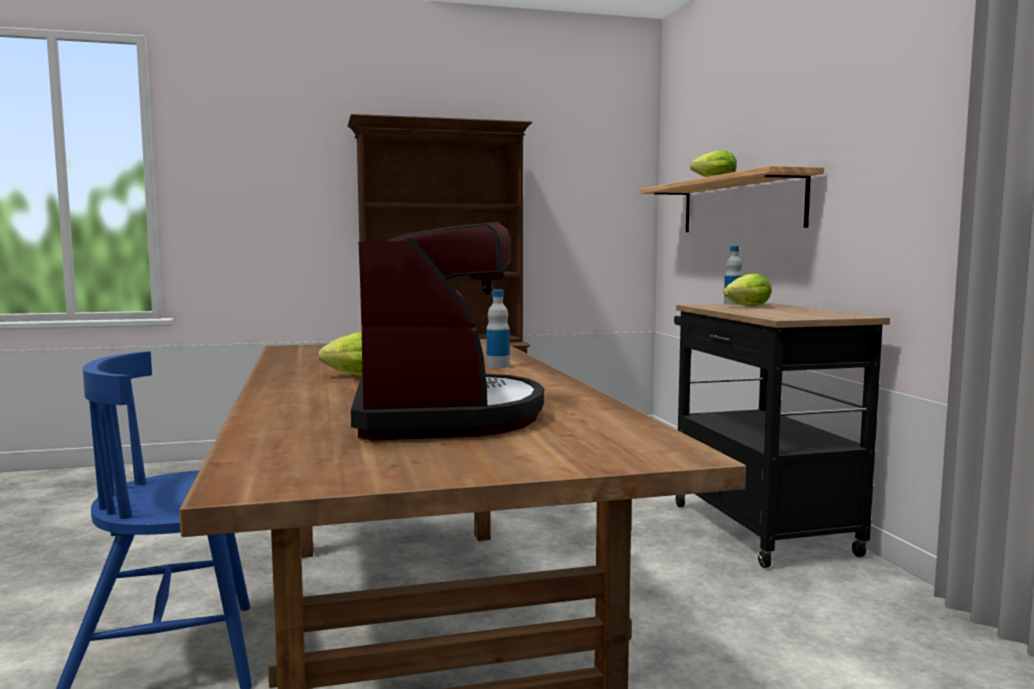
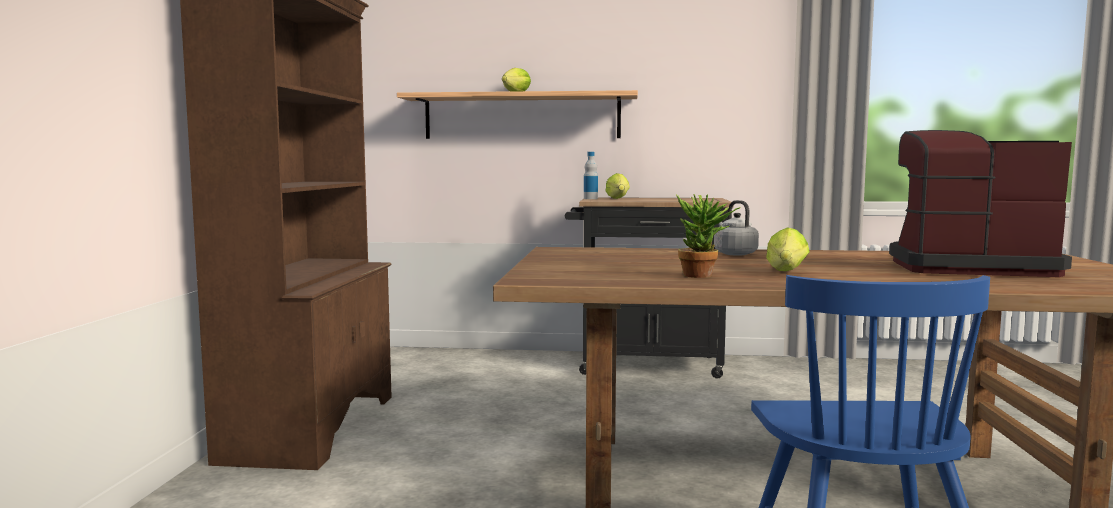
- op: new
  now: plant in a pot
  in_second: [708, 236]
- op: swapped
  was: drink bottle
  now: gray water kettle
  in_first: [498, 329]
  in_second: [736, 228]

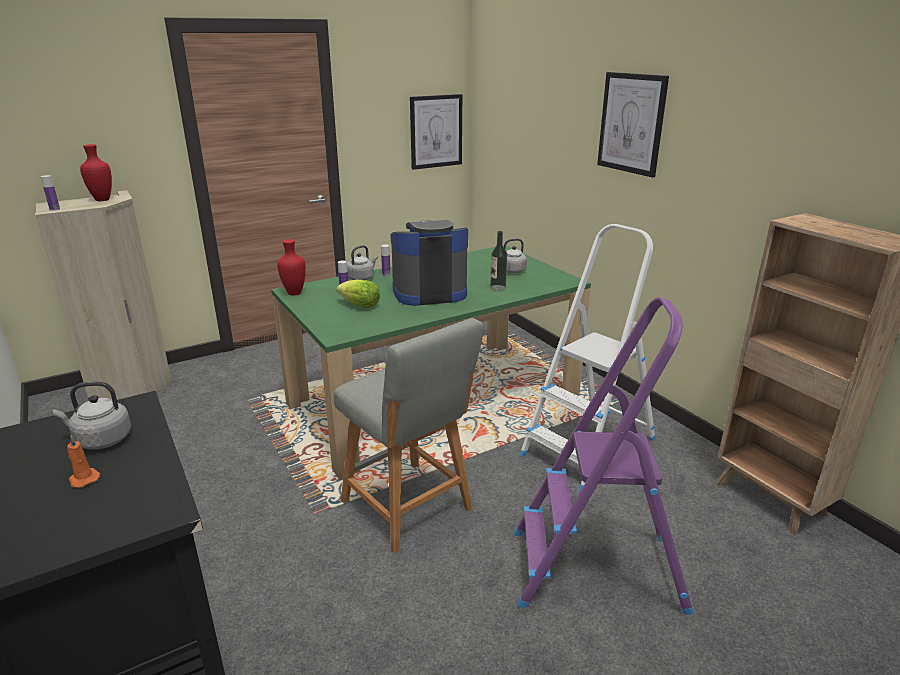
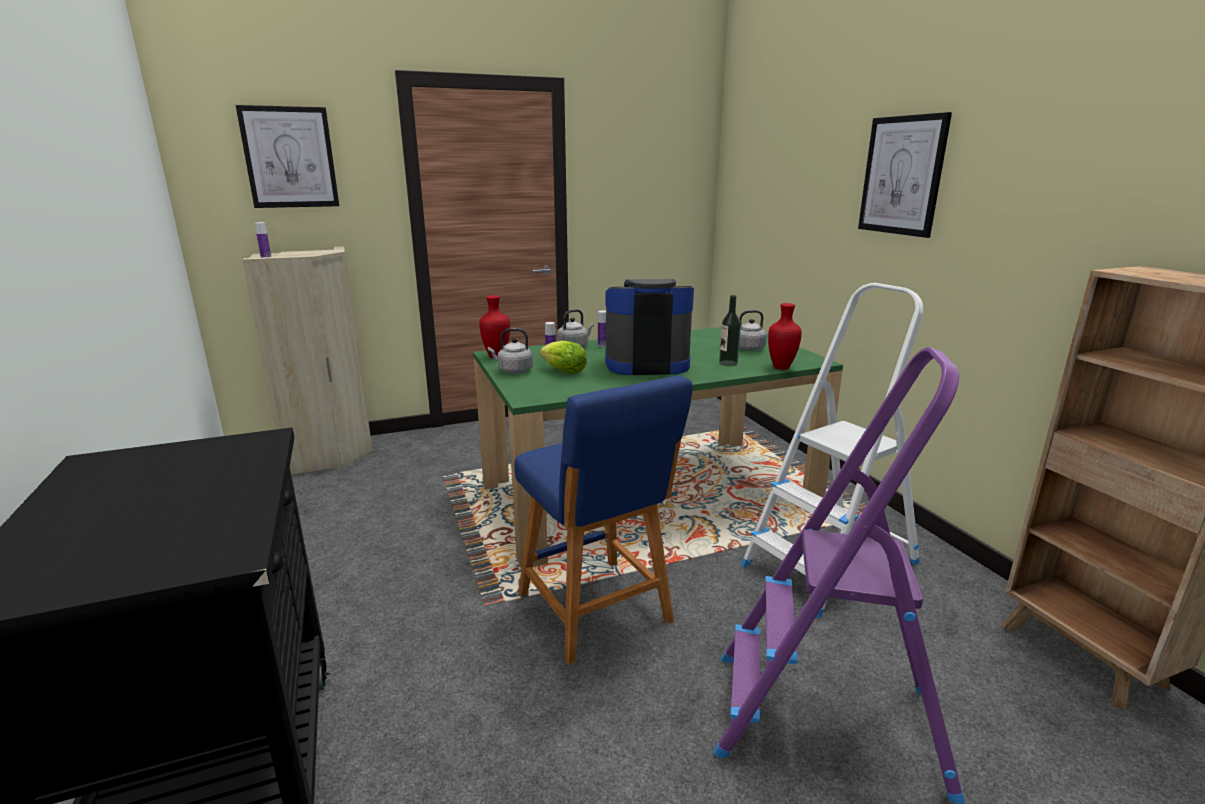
- op: gone
  was: orange wax light
  in_first: [84, 461]
- op: shifted
  was: gray water kettle
  in_first: [92, 415]
  in_second: [510, 351]
- op: shifted
  was: reddish decorative vase
  in_first: [96, 172]
  in_second: [785, 336]
- op: shifted
  was: wall art
  in_first: [436, 132]
  in_second: [287, 156]
- op: repainted
  was: gray stool seat
  now: bluish stool seat
  in_first: [408, 436]
  in_second: [603, 520]

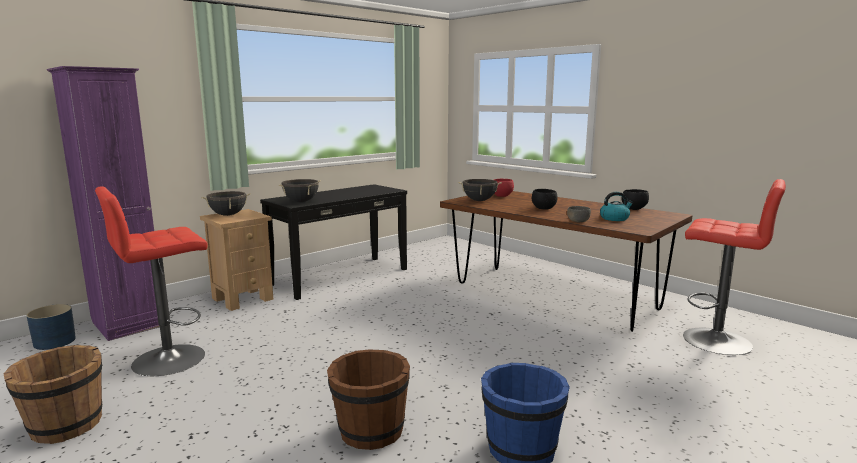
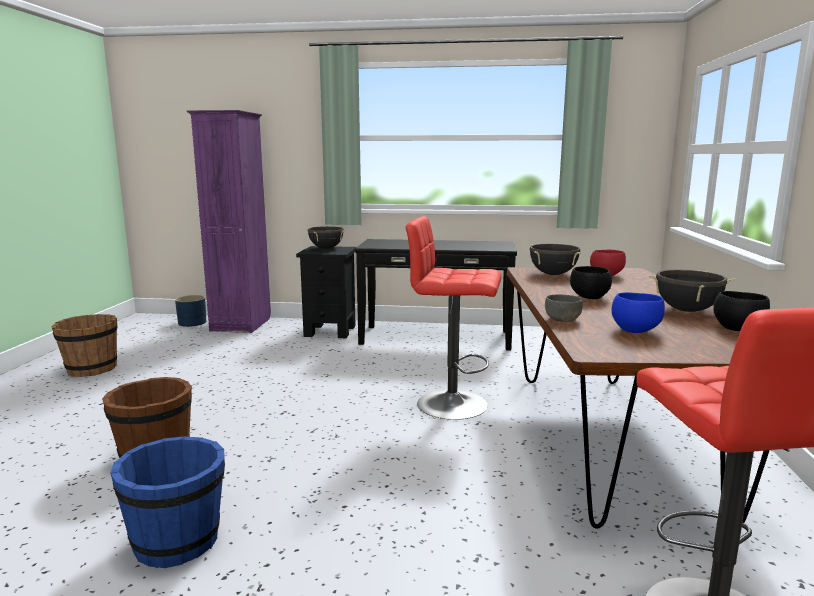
- op: shifted
  was: reddish stool seat
  in_first: [151, 281]
  in_second: [454, 318]
- op: shifted
  was: blackish cooking pot
  in_first: [300, 190]
  in_second: [692, 290]
- op: swapped
  was: water kettle
  now: bluish deep dish
  in_first: [616, 206]
  in_second: [638, 312]
- op: repainted
  was: beige-coloured bedside table
  now: blackish bedside table
  in_first: [237, 260]
  in_second: [326, 292]

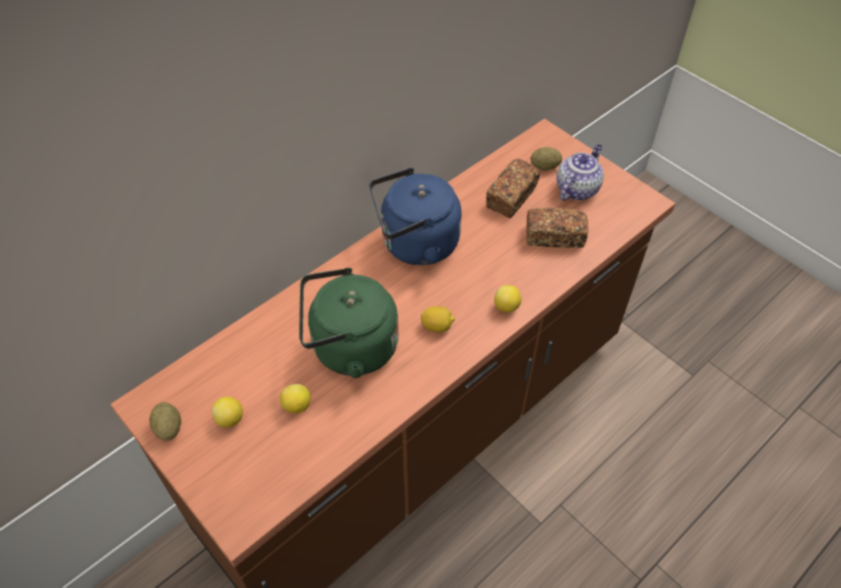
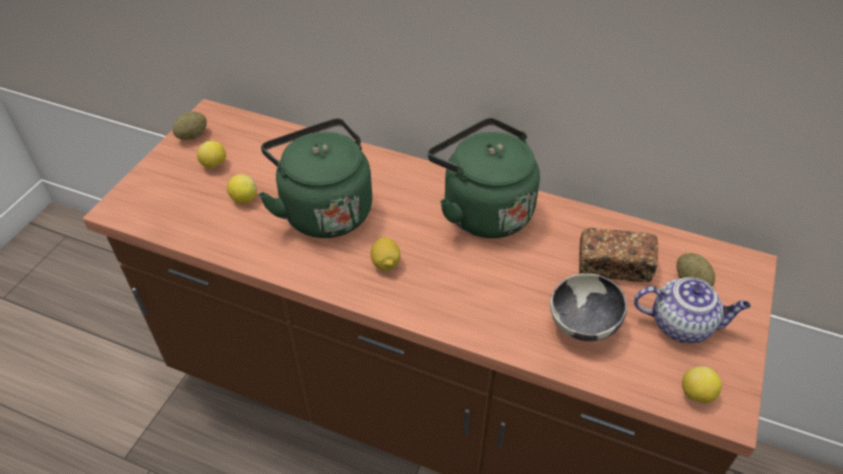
- op: shifted
  was: citrus fruit
  in_first: [507, 299]
  in_second: [702, 385]
- op: swapped
  was: bread
  now: deep dish
  in_first: [557, 227]
  in_second: [588, 307]
- op: repainted
  was: bluish water kettle
  now: green water kettle
  in_first: [415, 216]
  in_second: [484, 178]

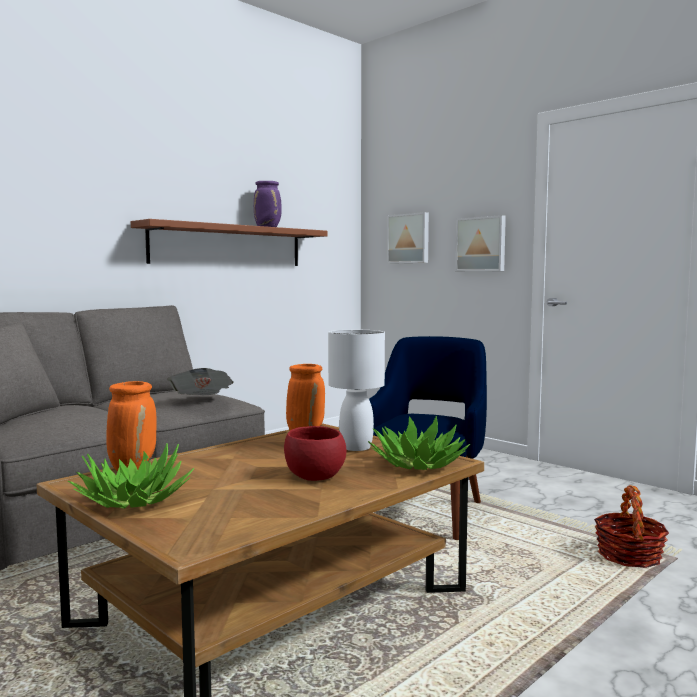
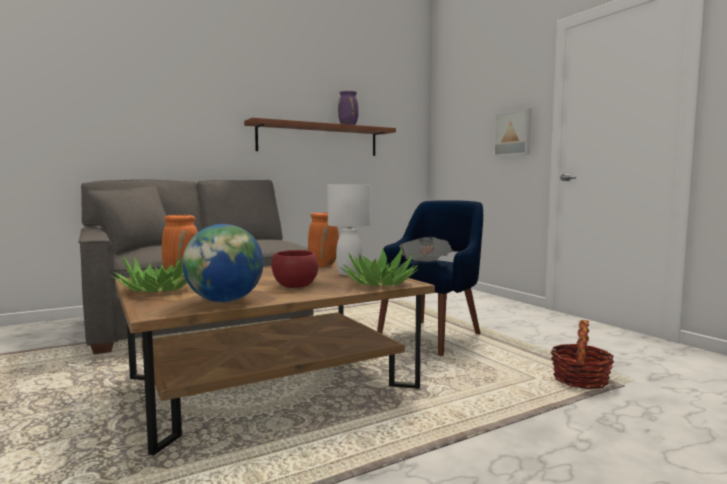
- op: gone
  was: wall art
  in_first: [408, 238]
- op: new
  now: globe
  in_second: [223, 263]
- op: shifted
  was: daily paper
  in_first: [200, 381]
  in_second: [426, 249]

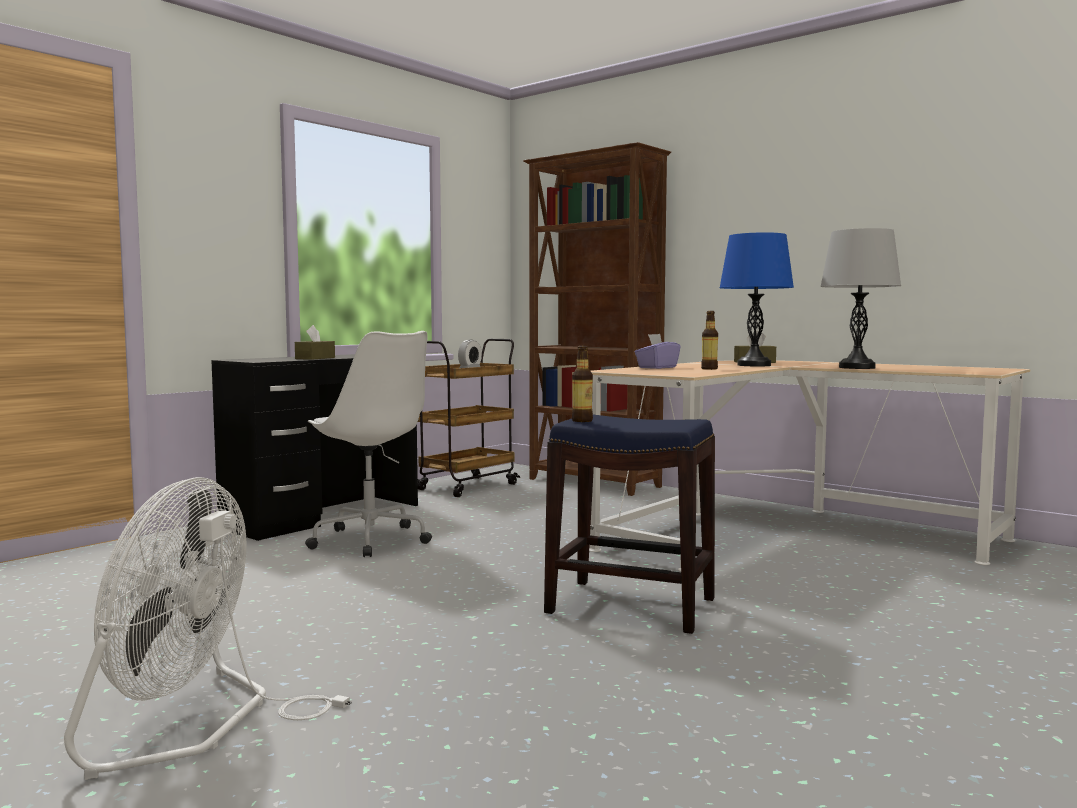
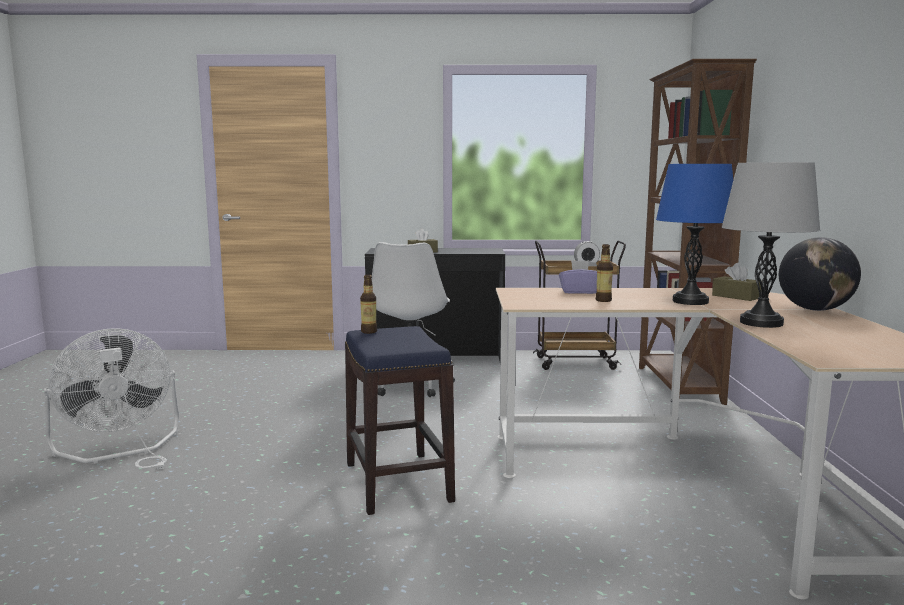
- op: new
  now: globe
  in_second: [820, 274]

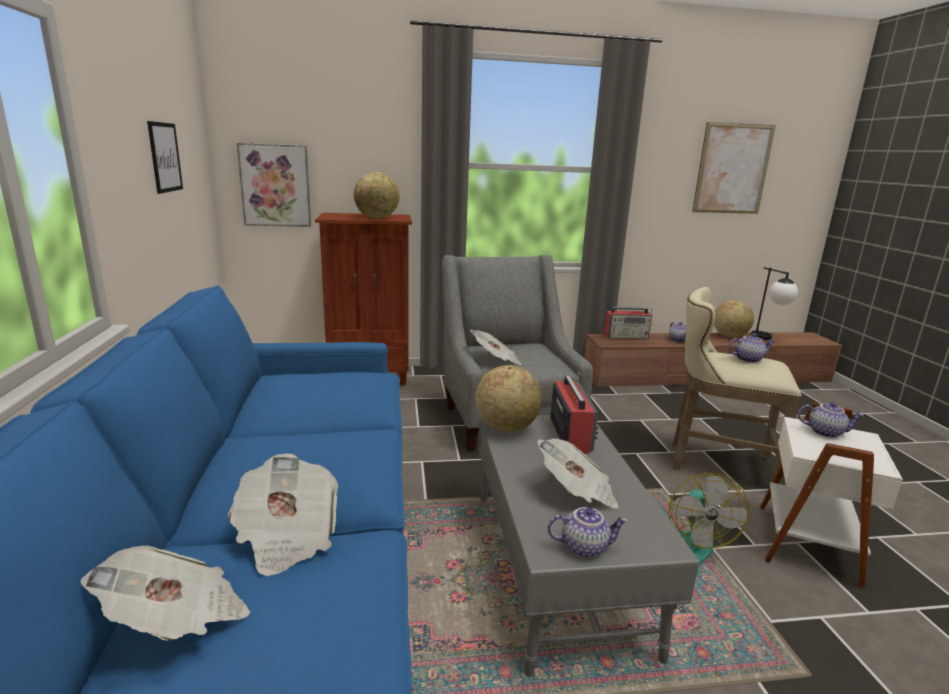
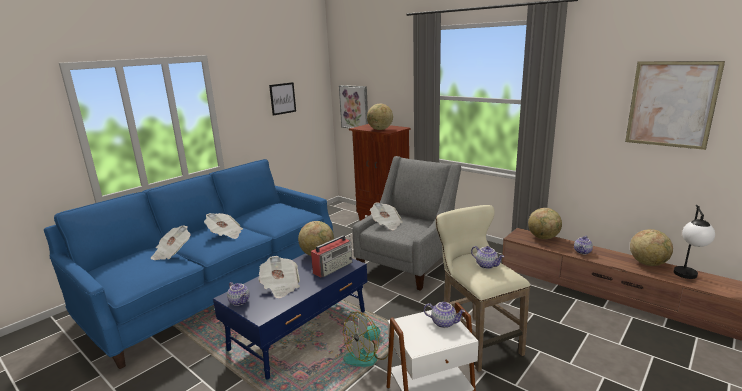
- op: shifted
  was: daily paper
  in_first: [166, 593]
  in_second: [223, 226]
- op: swapped
  was: radio receiver
  now: globe
  in_first: [628, 323]
  in_second: [545, 223]
- op: repainted
  was: gray low table
  now: bluish low table
  in_first: [588, 546]
  in_second: [290, 316]
- op: rotated
  was: pot for tea
  in_first: [831, 420]
  in_second: [444, 315]
  clockwise: -45

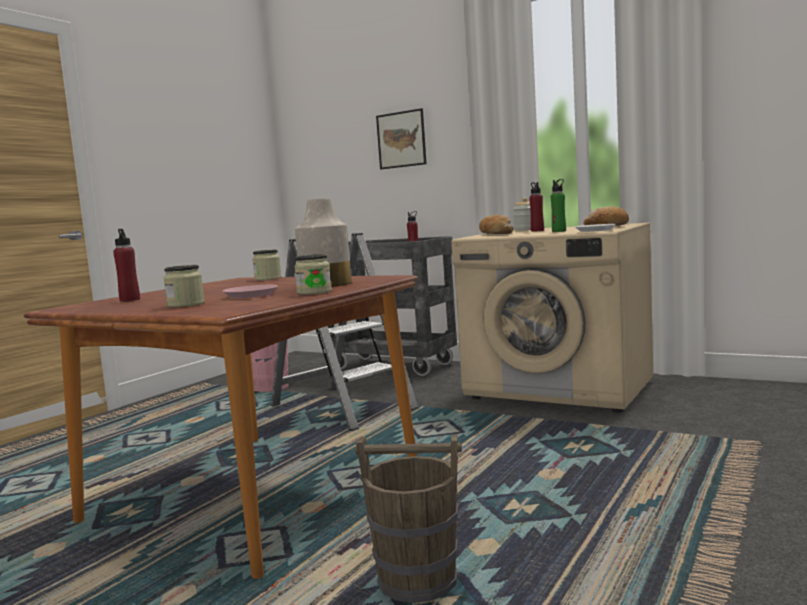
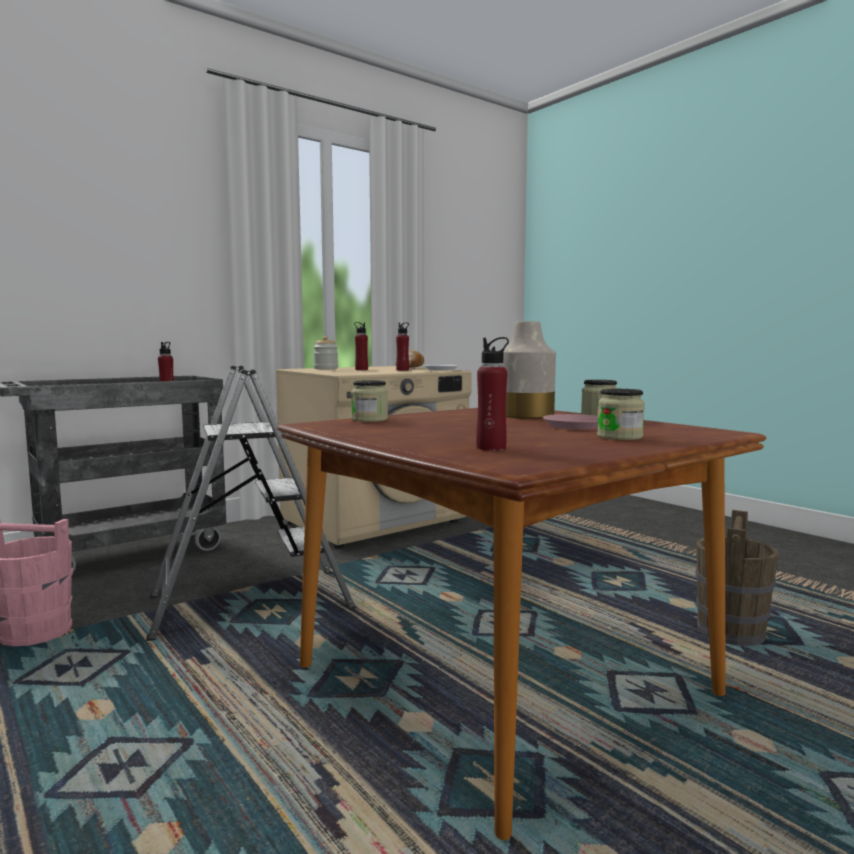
- op: gone
  was: wall art
  in_first: [401, 138]
- op: gone
  was: bread
  in_first: [496, 224]
- op: repainted
  was: green drink bottle
  now: reddish drink bottle
  in_first: [558, 205]
  in_second: [402, 346]

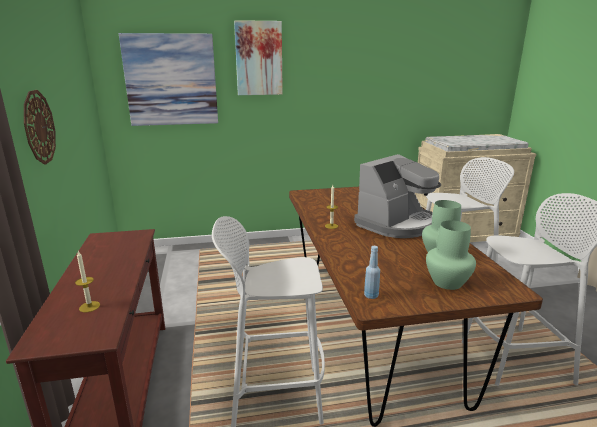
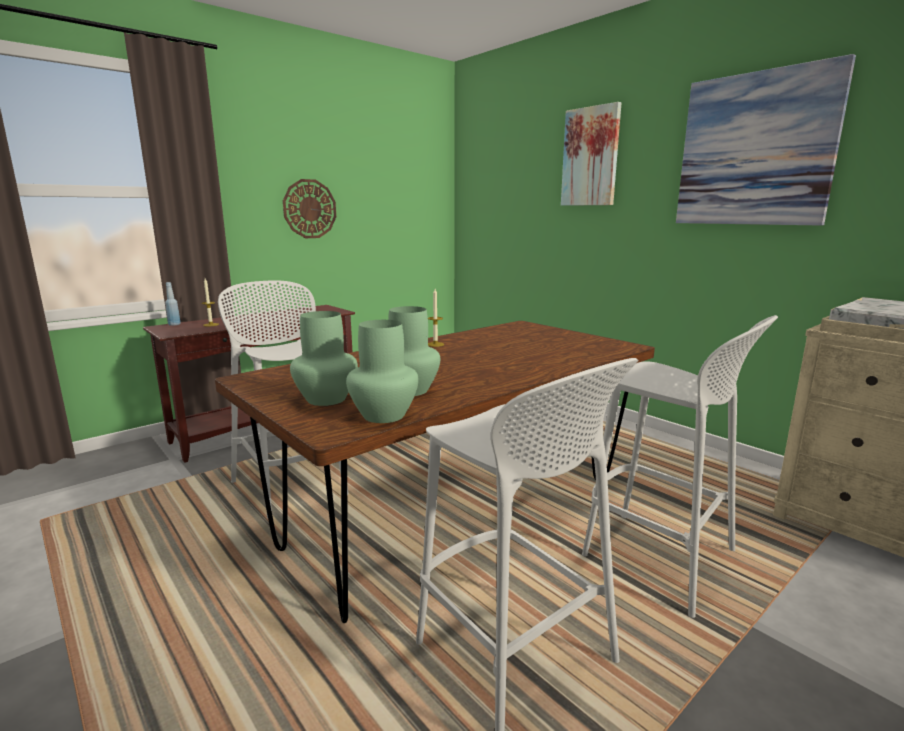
- op: gone
  was: coffee brewer
  in_first: [397, 196]
- op: new
  now: green decorative vase
  in_second: [382, 371]
- op: shifted
  was: wall art
  in_first: [168, 79]
  in_second: [766, 140]
- op: shifted
  was: bluish drink bottle
  in_first: [372, 272]
  in_second: [173, 304]

